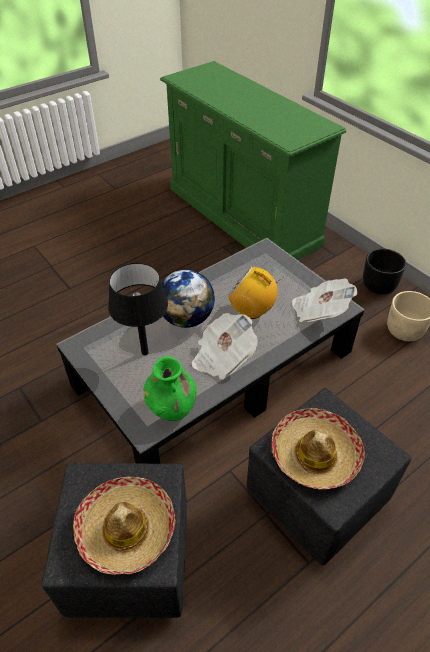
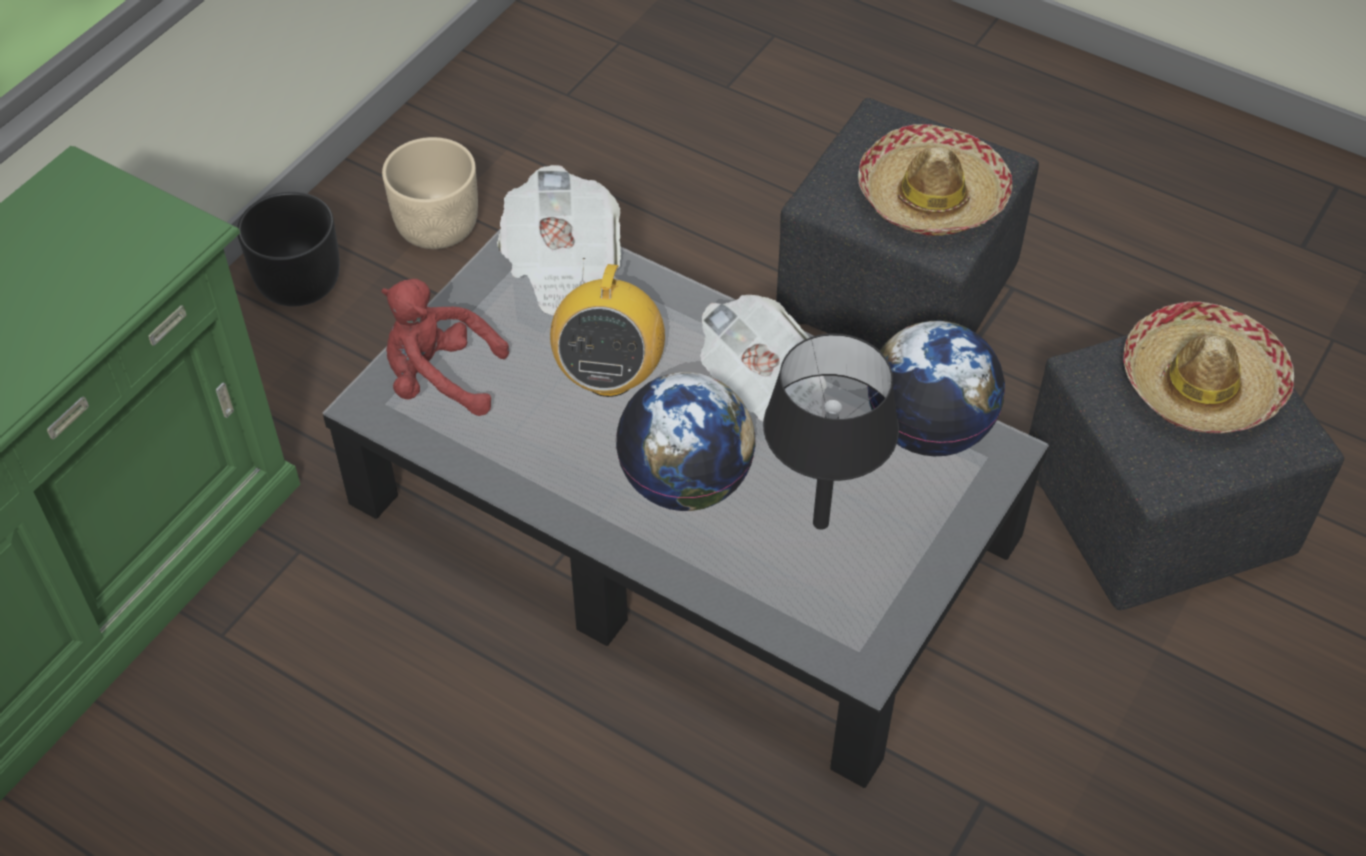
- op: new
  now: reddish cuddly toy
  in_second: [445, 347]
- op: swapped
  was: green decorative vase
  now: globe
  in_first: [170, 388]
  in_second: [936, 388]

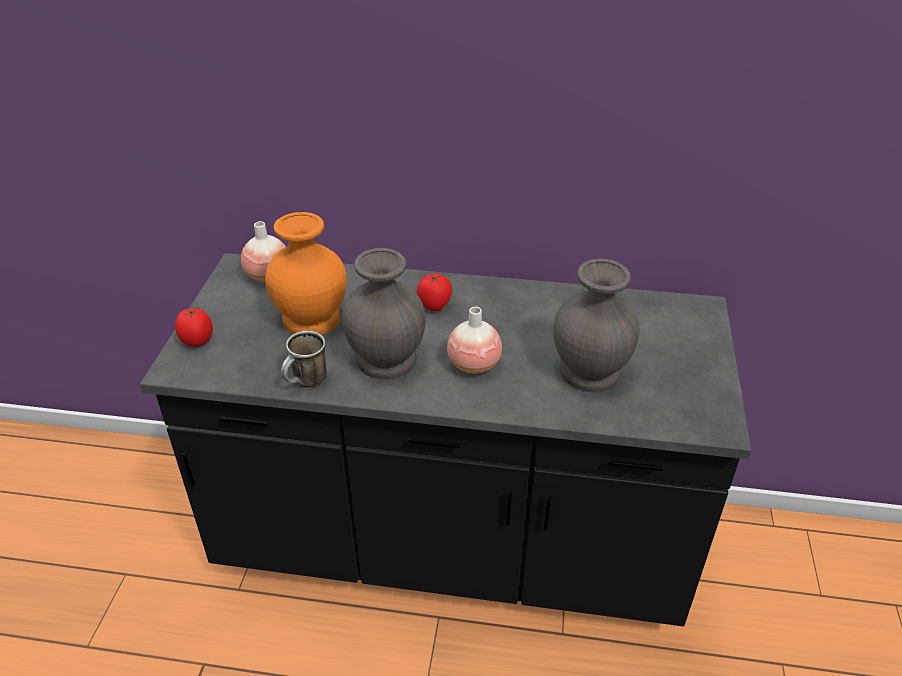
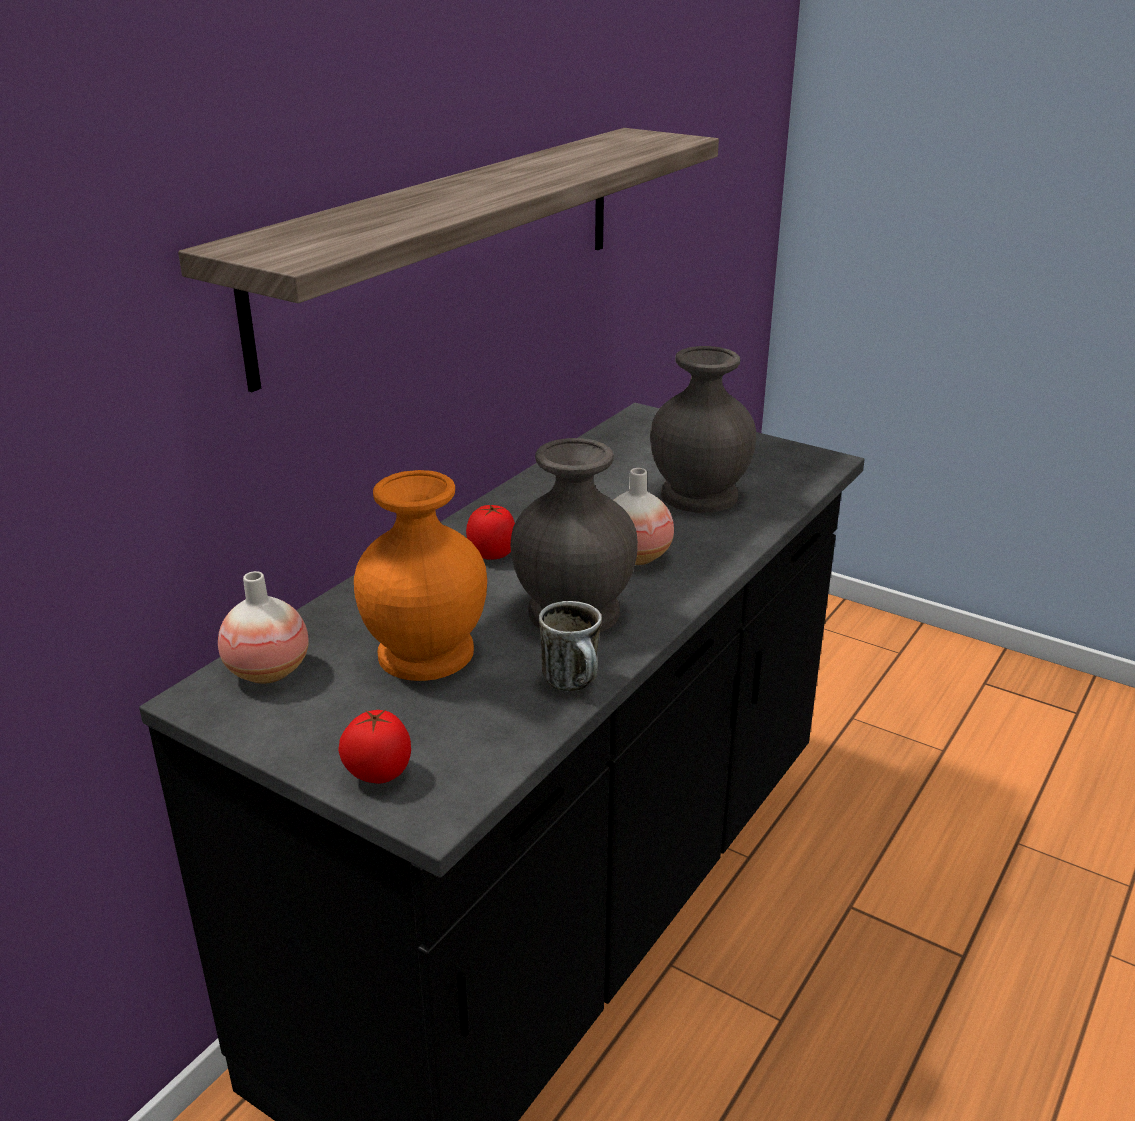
- op: new
  now: shelf
  in_second: [448, 260]

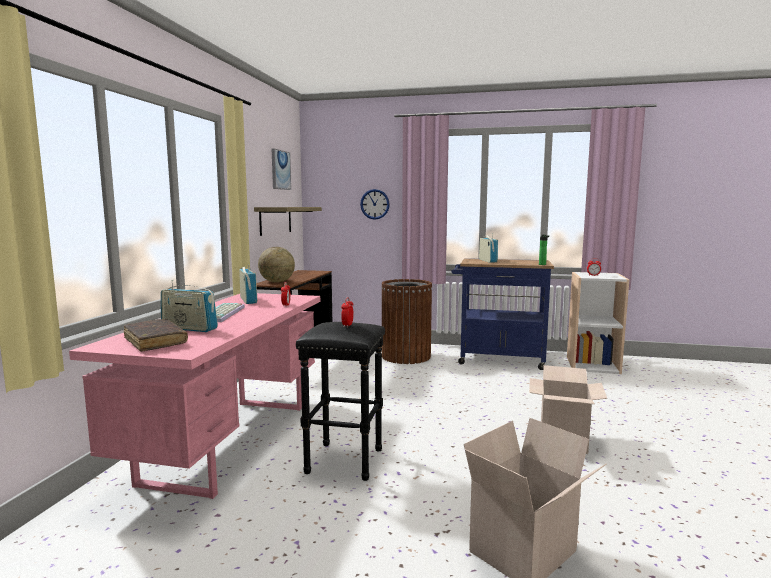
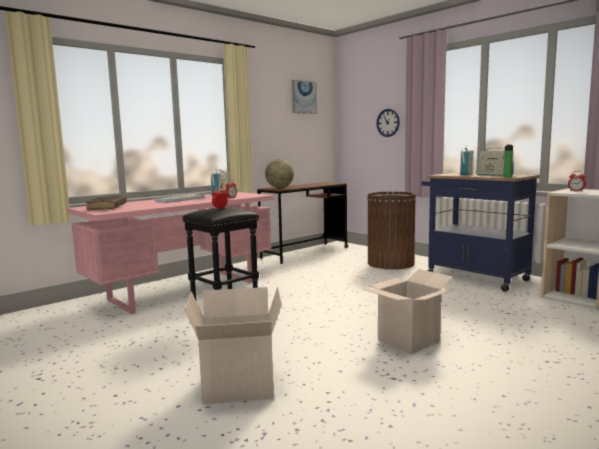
- op: gone
  was: shelf
  in_first: [288, 221]
- op: shifted
  was: radio receiver
  in_first: [189, 306]
  in_second: [495, 160]

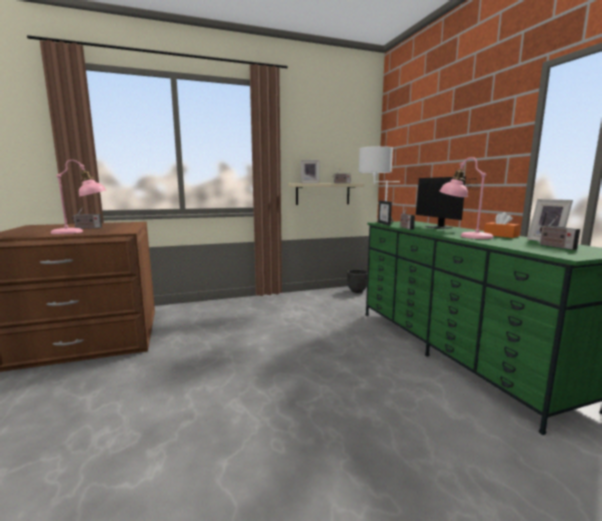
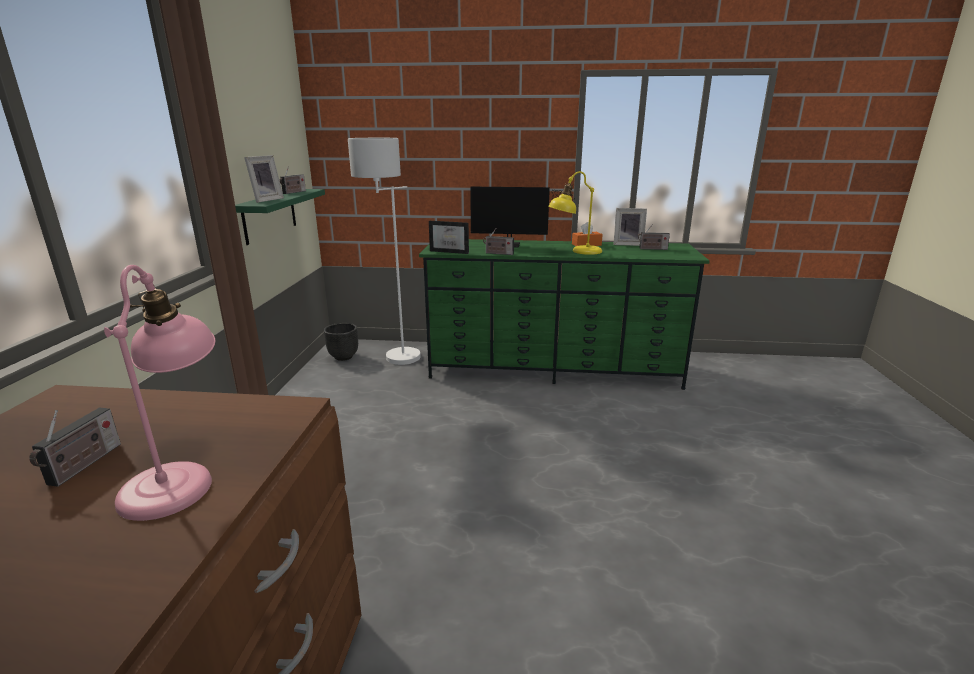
- op: repainted
  was: beige-coloured shelf
  now: green shelf
  in_first: [326, 194]
  in_second: [280, 217]
- op: repainted
  was: pink tabletop lamp
  now: yellowish tabletop lamp
  in_first: [466, 198]
  in_second: [575, 213]

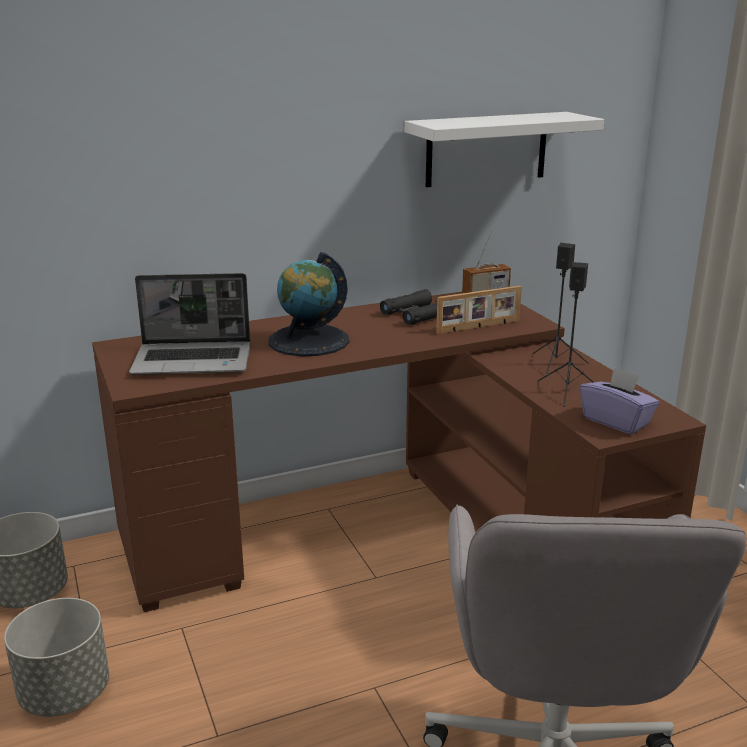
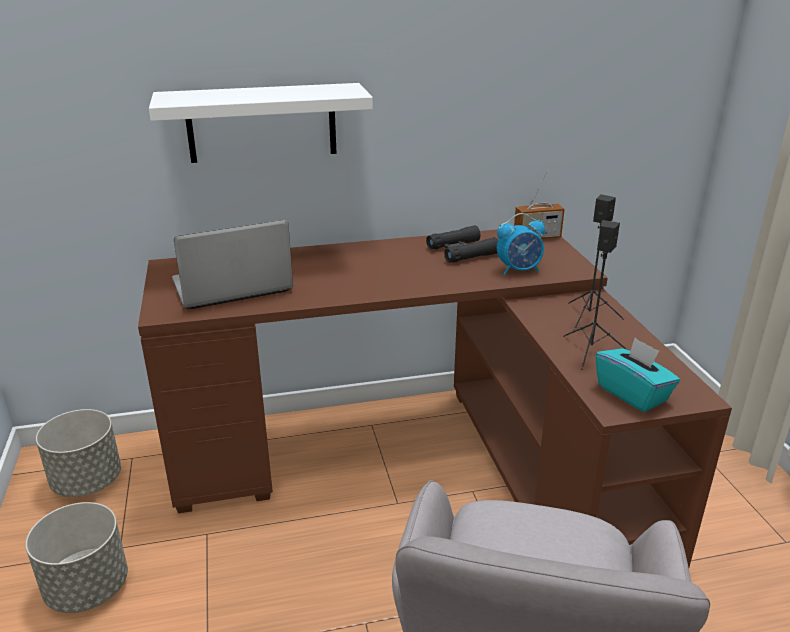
- op: gone
  was: globe
  in_first: [308, 304]
- op: shifted
  was: whitish shelf
  in_first: [504, 149]
  in_second: [261, 123]
- op: swapped
  was: standing frame
  now: bedside clock
  in_first: [479, 310]
  in_second: [521, 244]
- op: repainted
  was: purplish tissue holder
  now: turquoise tissue holder
  in_first: [620, 400]
  in_second: [637, 374]
- op: rotated
  was: notebook computer
  in_first: [189, 324]
  in_second: [232, 264]
  clockwise: 150

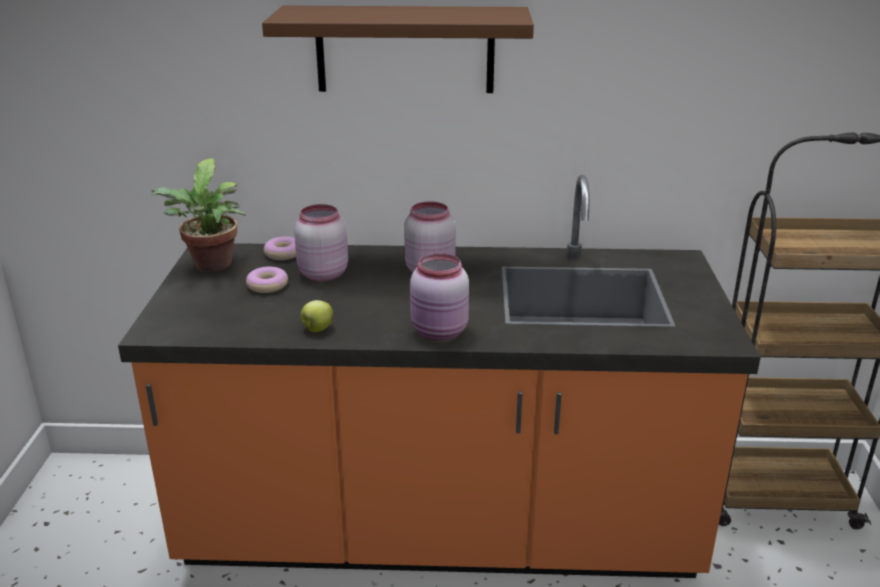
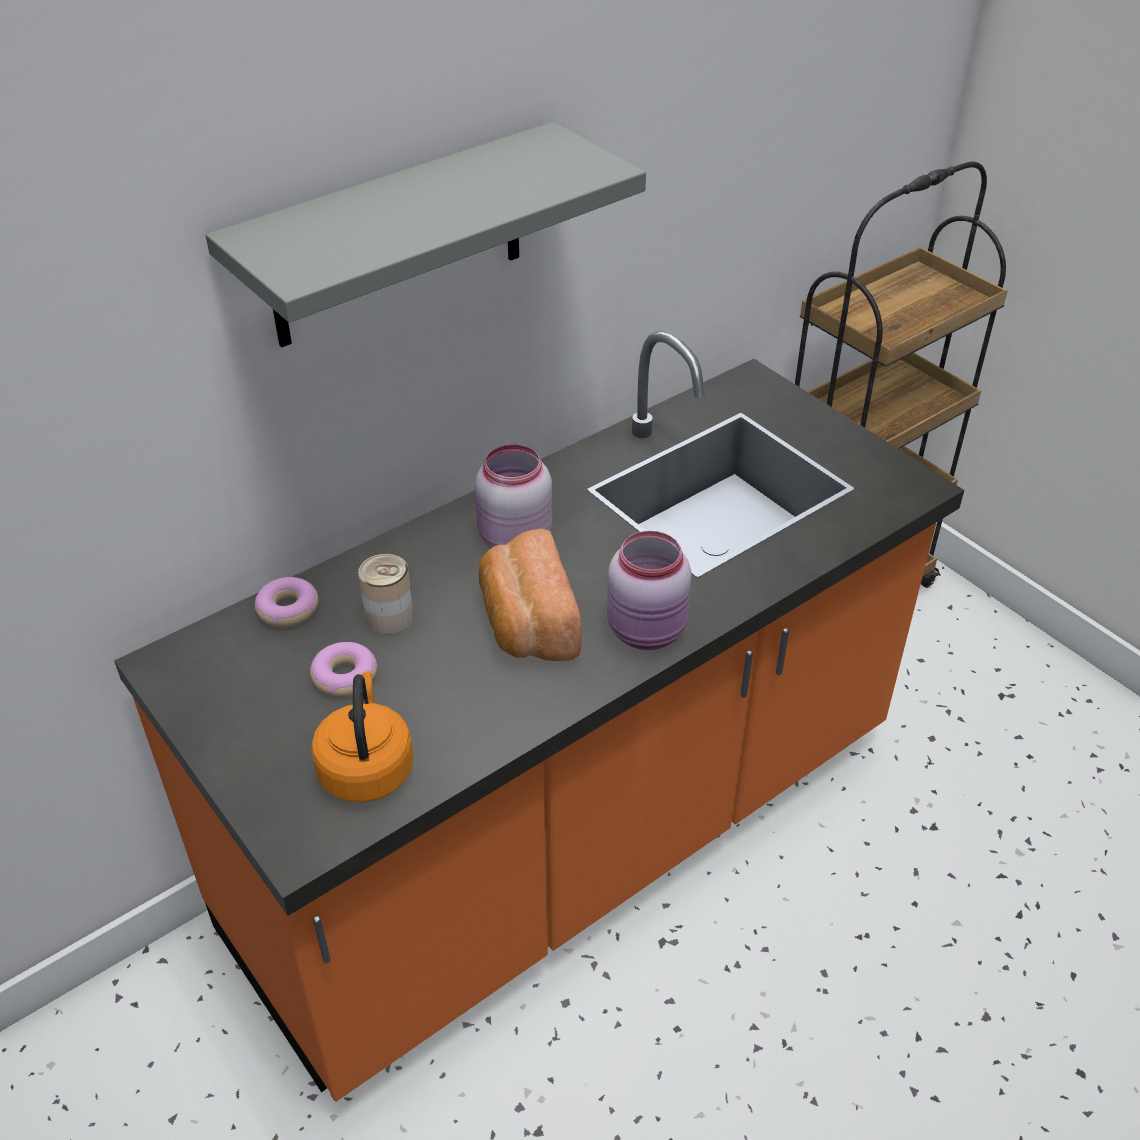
- op: gone
  was: plant in a pot
  in_first: [198, 215]
- op: gone
  was: whole apple
  in_first: [317, 316]
- op: new
  now: orange water kettle
  in_second: [362, 736]
- op: new
  now: bread
  in_second: [530, 595]
- op: swapped
  was: pink preserve jar
  now: metal can
  in_first: [321, 242]
  in_second: [386, 594]
- op: repainted
  was: brown-coloured shelf
  now: gray shelf
  in_first: [398, 49]
  in_second: [426, 235]

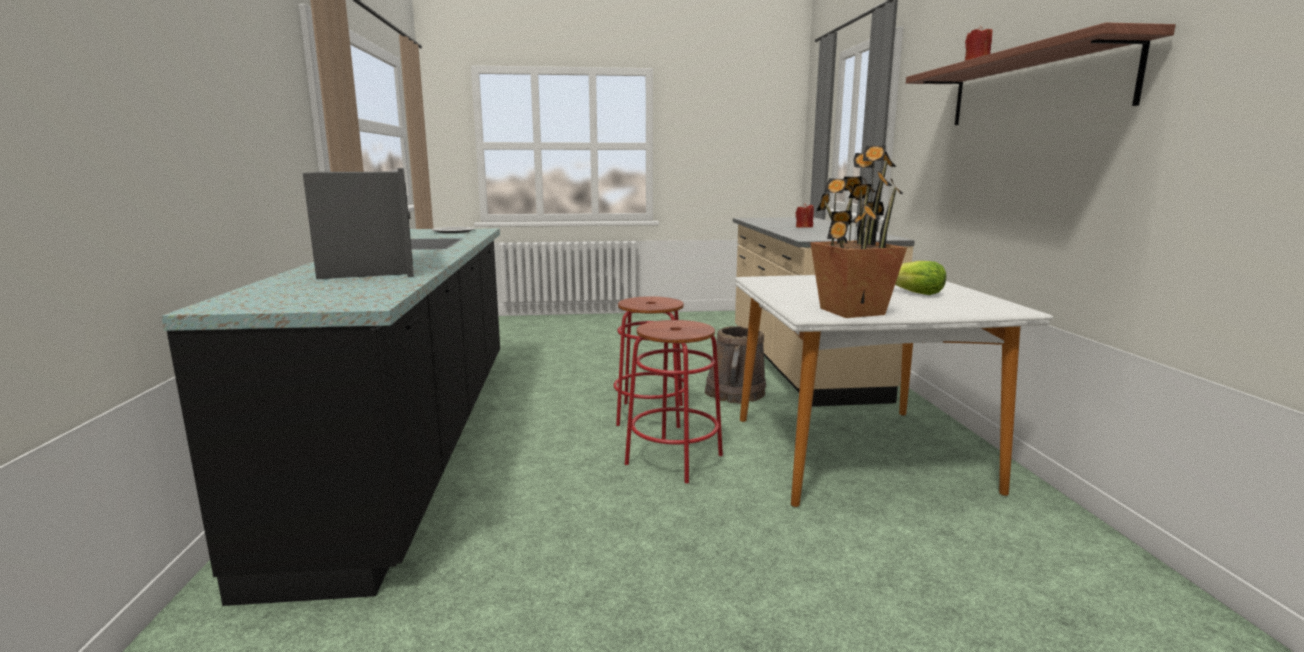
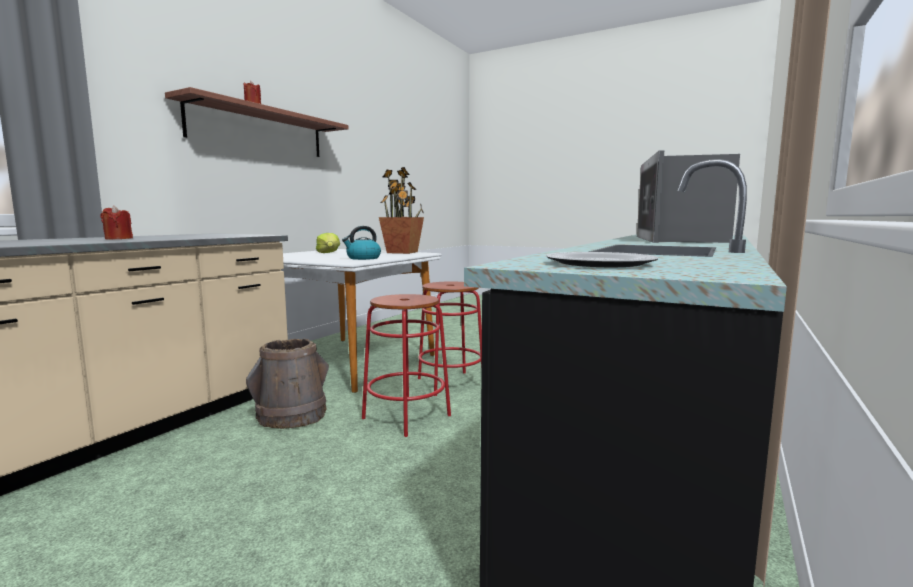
- op: new
  now: water kettle
  in_second: [361, 243]

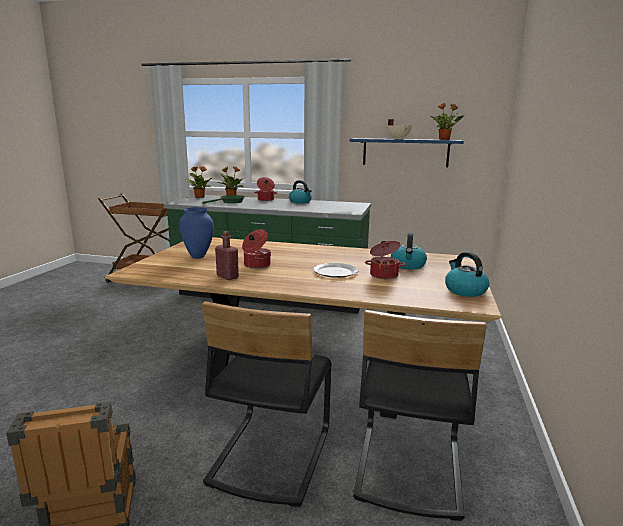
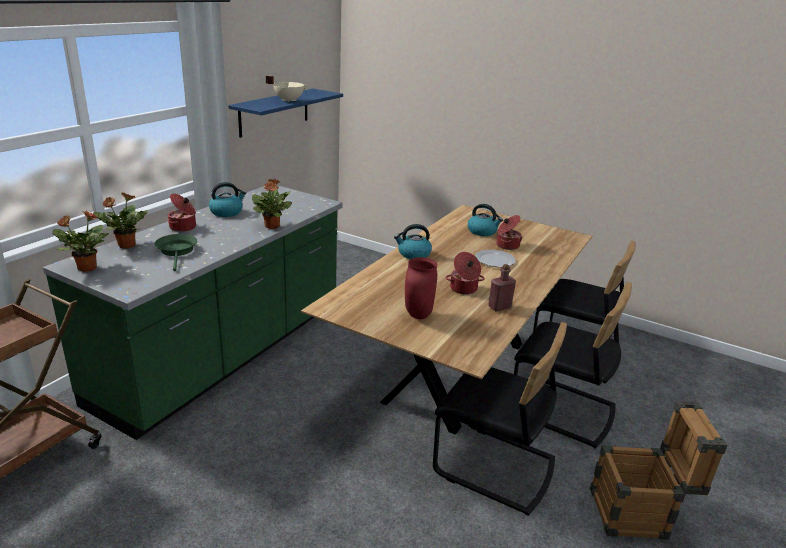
- op: new
  now: blackish plain chair
  in_second: [500, 419]
- op: shifted
  was: plant in a pot
  in_first: [447, 121]
  in_second: [272, 204]
- op: shifted
  was: water kettle
  in_first: [467, 274]
  in_second: [413, 241]
- op: repainted
  was: bluish decorative vase
  now: reddish decorative vase
  in_first: [196, 233]
  in_second: [421, 288]

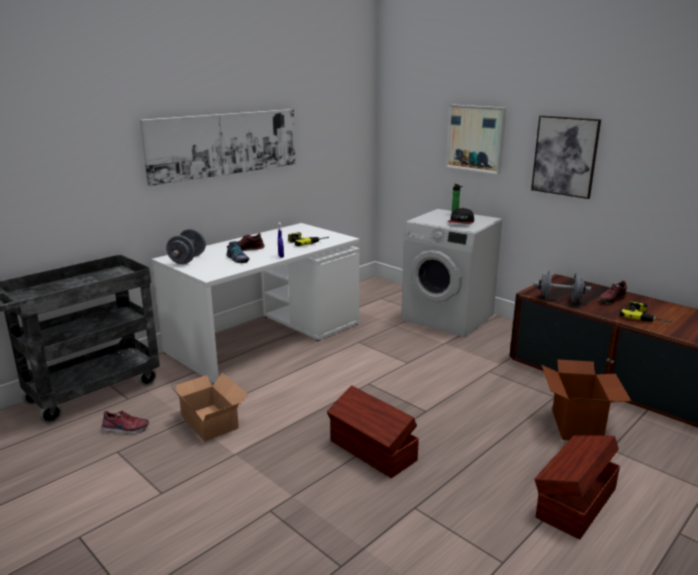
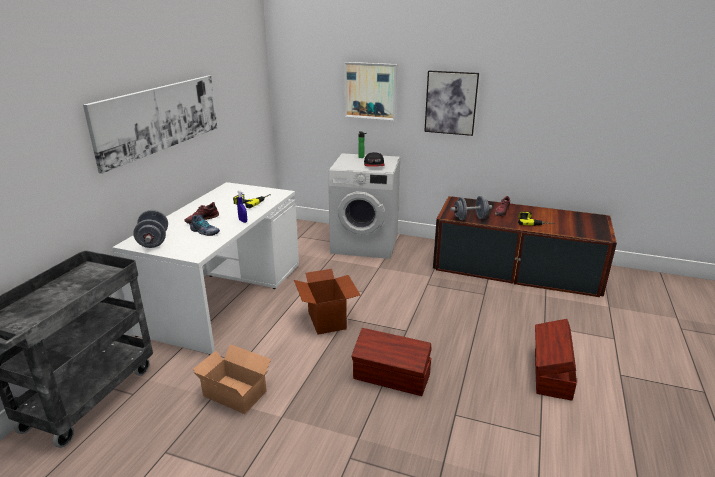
- op: gone
  was: shoe
  in_first: [125, 422]
- op: shifted
  was: cardboard box
  in_first: [586, 399]
  in_second: [327, 302]

